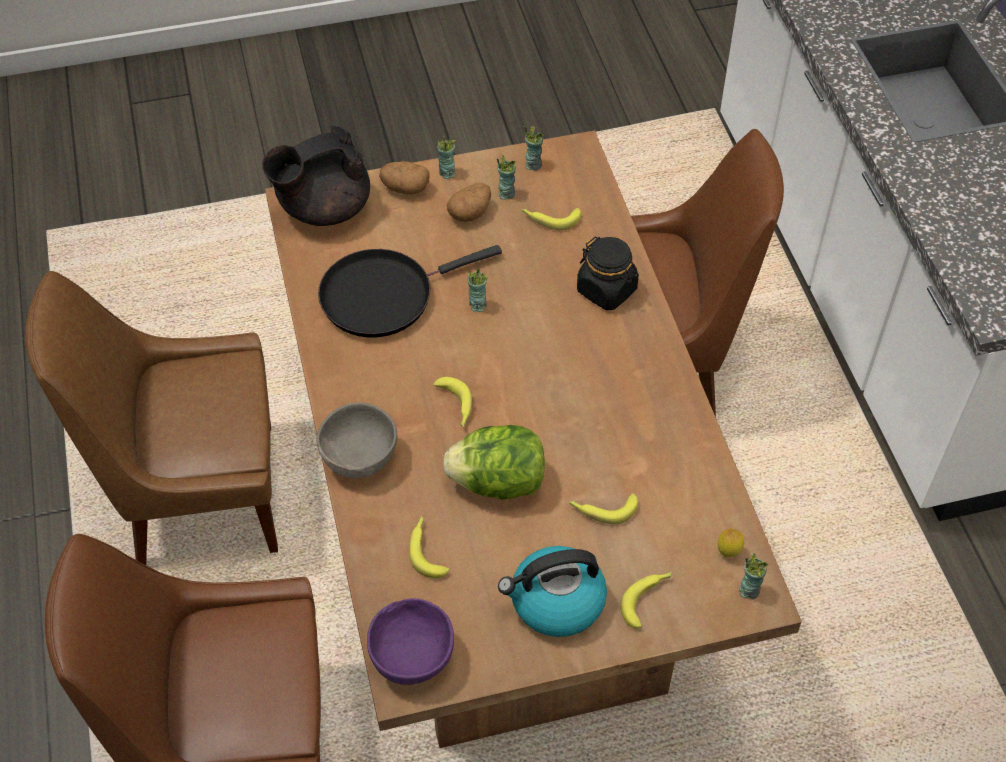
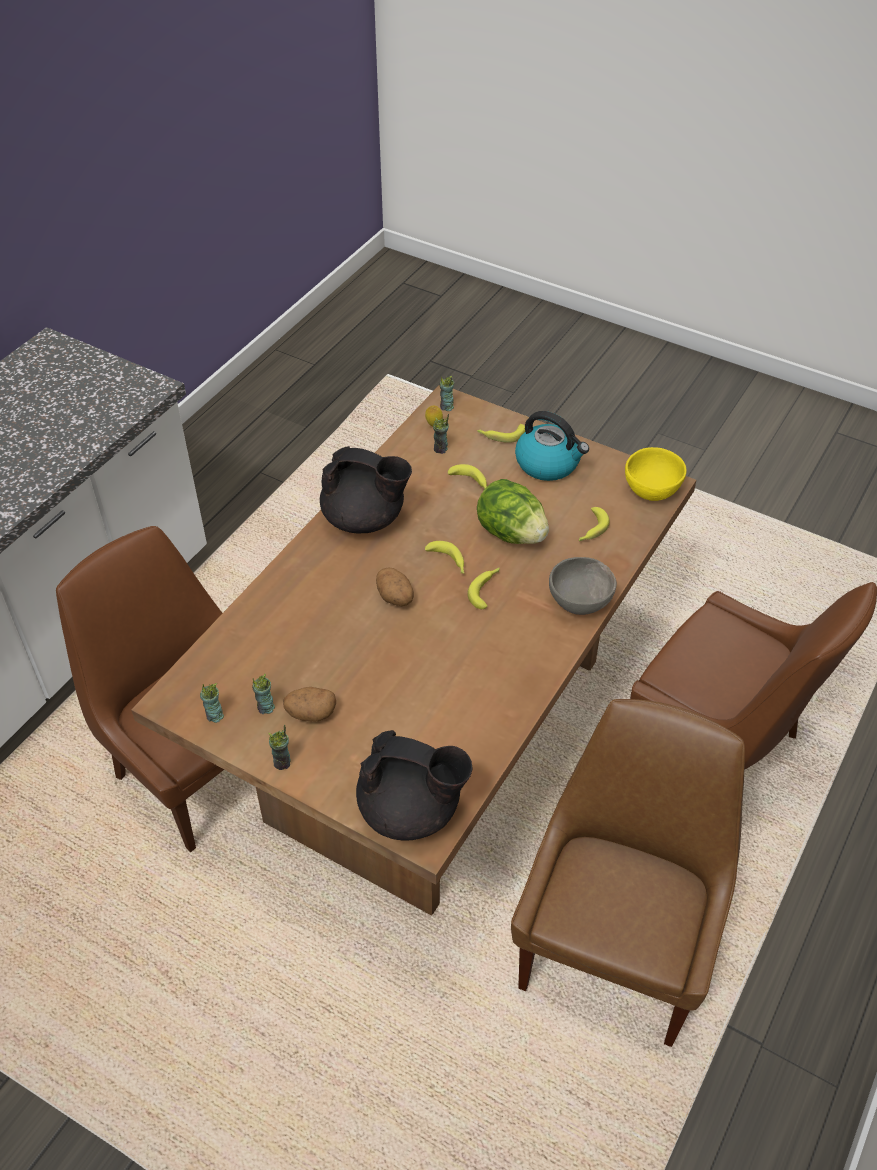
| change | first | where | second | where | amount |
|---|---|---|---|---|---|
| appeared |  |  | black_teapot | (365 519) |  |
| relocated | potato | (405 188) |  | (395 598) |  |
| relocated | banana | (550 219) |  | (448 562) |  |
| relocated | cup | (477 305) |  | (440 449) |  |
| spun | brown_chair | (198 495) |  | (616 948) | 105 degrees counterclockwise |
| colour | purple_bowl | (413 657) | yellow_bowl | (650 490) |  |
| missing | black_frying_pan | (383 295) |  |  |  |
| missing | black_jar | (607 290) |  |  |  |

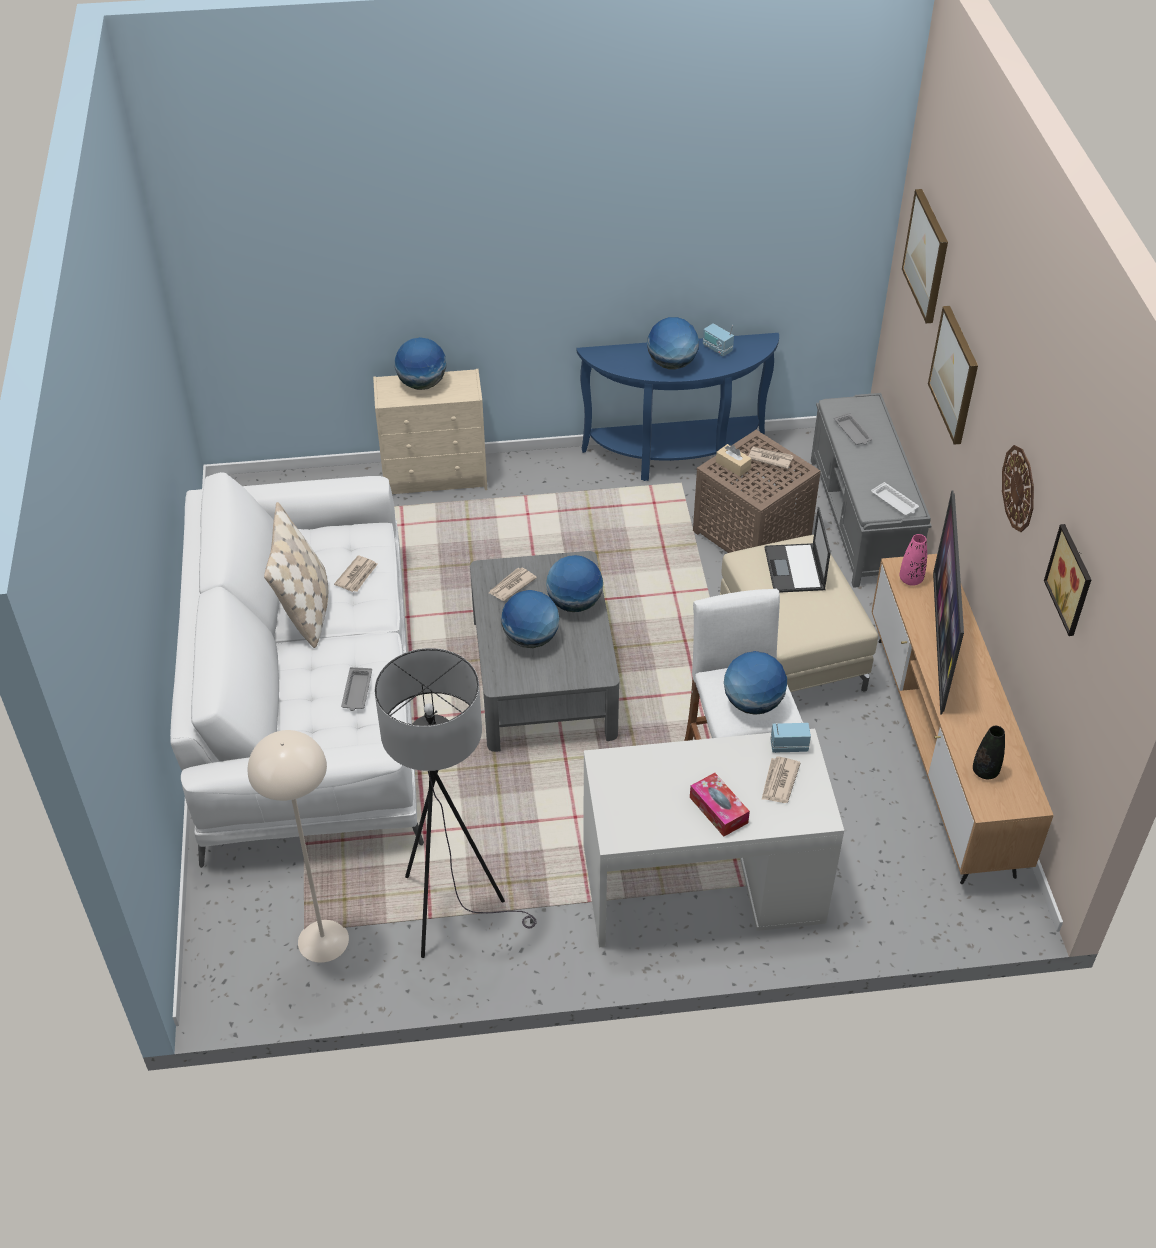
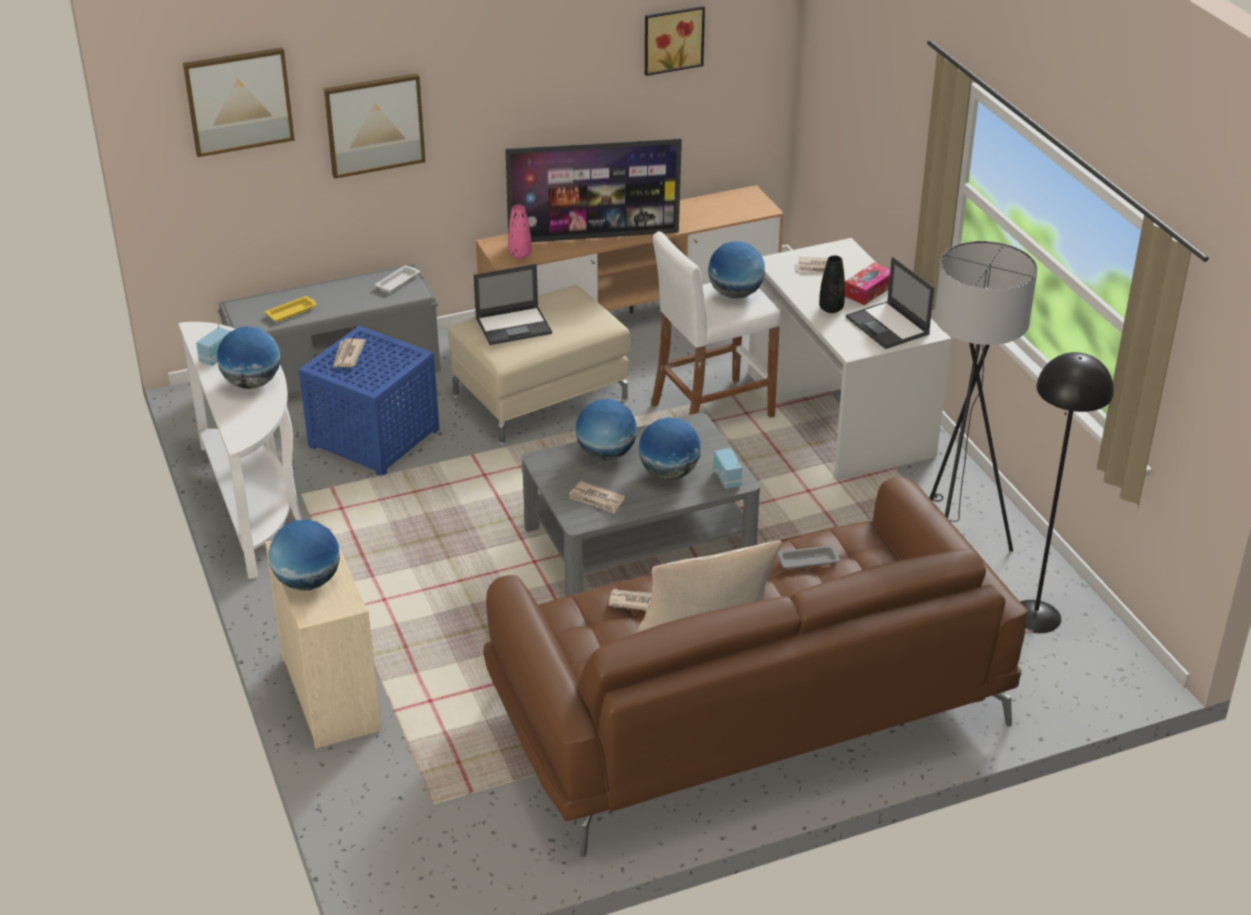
| change | first | where | second | where | amount |
|---|---|---|---|---|---|
| colour | blue_console_table | (677 458) | white_console_table | (255 504) |  |
| colour | grey_tray | (853 432) | yellow_tray | (292 311) |  |
| colour | brown_side_table | (754 532) | blue_side_table | (373 436) |  |
| colour | white_sofa | (309 698) | brown_sofa | (746 707) |  |
| relocated | radio | (789 746) |  | (726 479) |  |
| relocated | black_vase | (985 771) |  | (831 308) |  |
| appeared |  |  | laptop | (888 326) |  |
| colour | beige_floor_lamp | (322 940) | black_floor_lamp | (1035 616) |  |
| missing | beige_tissue_box | (733 465) |  |  |  |
| missing | wall_clock | (1019 488) |  |  |  |

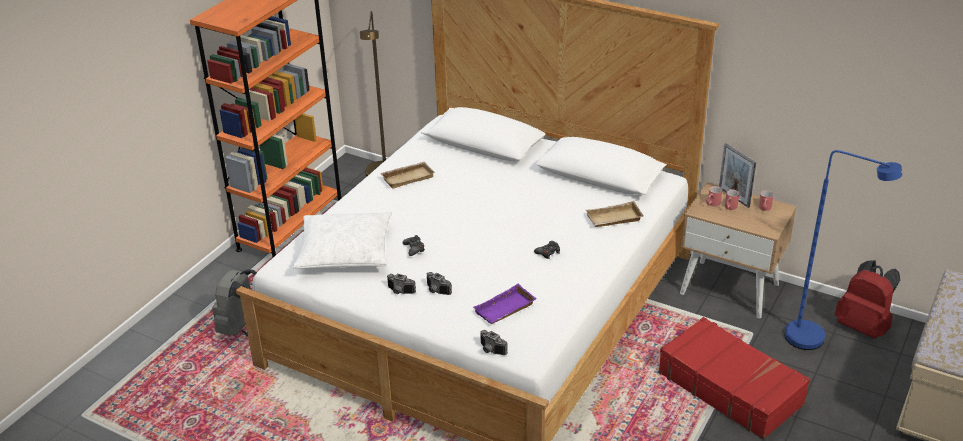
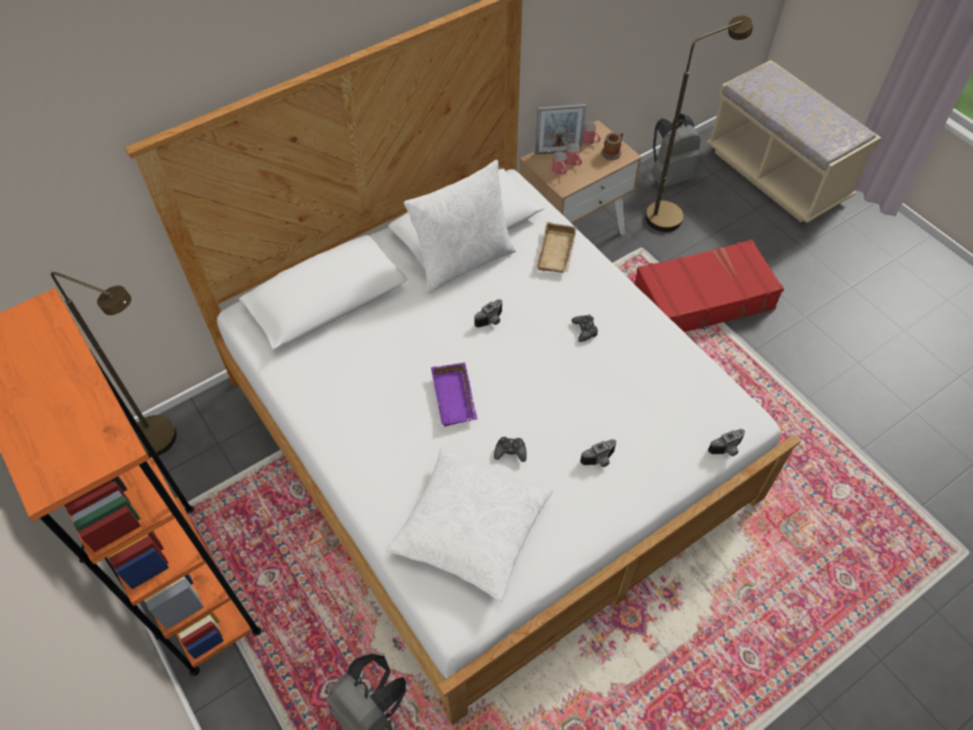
| change | first | where | second | where | amount |
|---|---|---|---|---|---|
| appeared |  |  | white_pillow | (463 261) |  |
| relocated | purple_tray | (505 310) |  | (456 398) |  |
| relocated | photo_camera | (399 292) |  | (491 321) |  |
| appeared |  |  | mug | (612 152) |  |
| colour | blue_floor_lamp | (815 340) | brown_floor_lamp | (671 213) |  |
| colour | red_backpack | (863 326) | grey_backpack | (670 176) |  |
| missing | beige_tray | (407 177) |  |  |  |

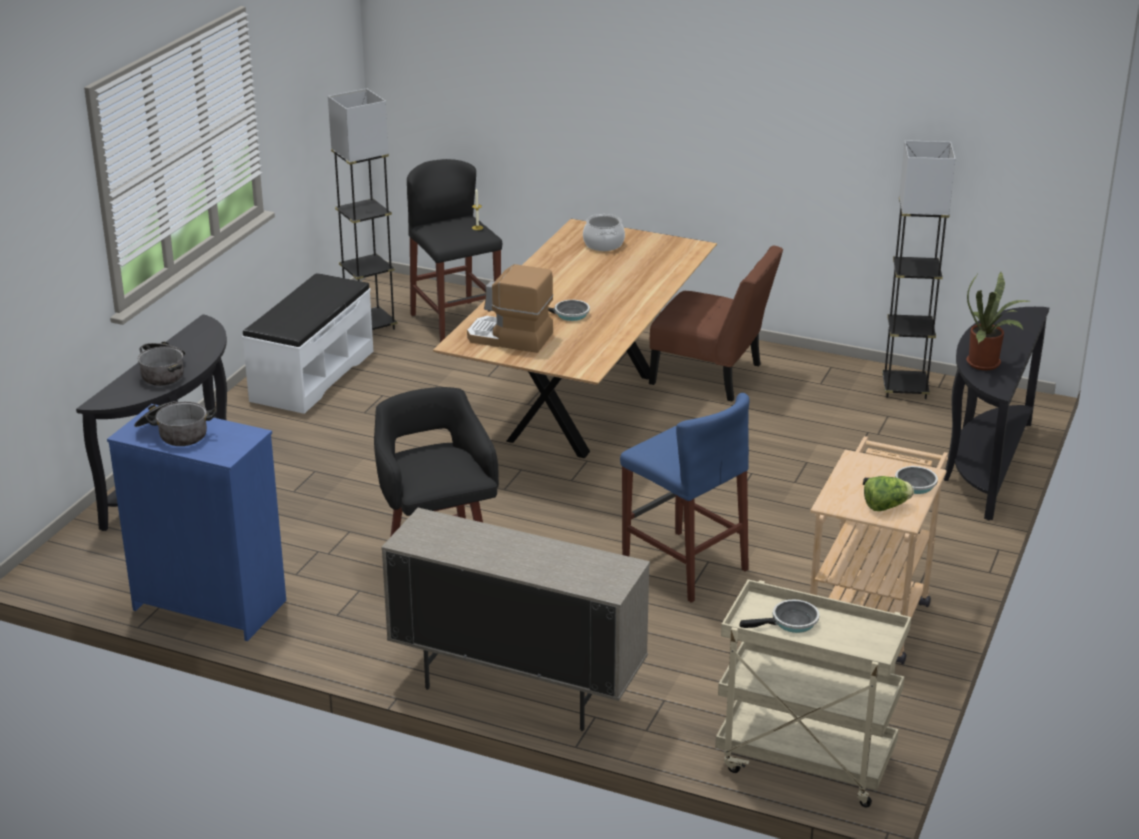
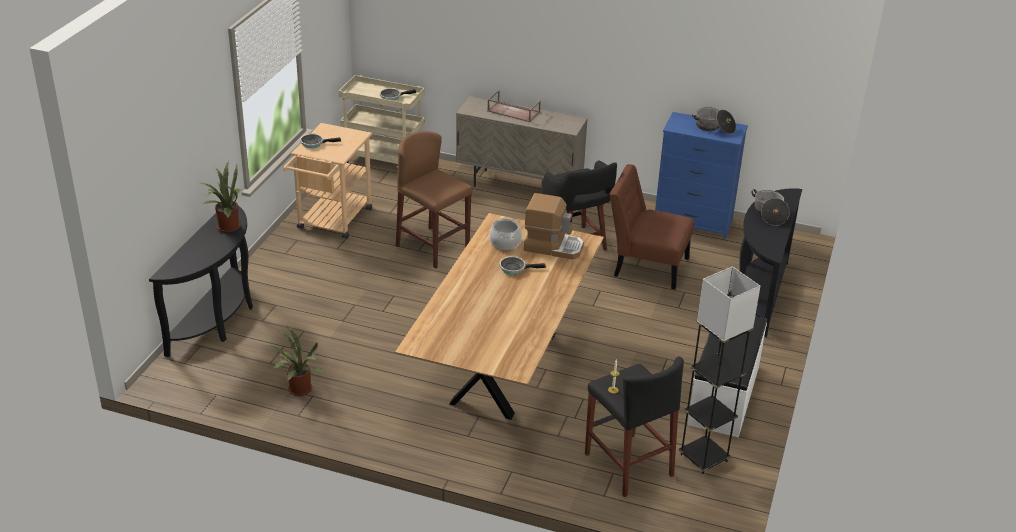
| change | first | where | second | where | amount |
|---|---|---|---|---|---|
| appeared |  |  | potted_plant | (298 391) |  |
| colour | blue_stool | (684 565) | brown_stool | (432 247) |  |
| appeared |  |  | brown_tray | (513 111) |  |
| relocated | cooking_pot | (603 244) |  | (505 242) |  |
| relocated | brown_chair | (712 376) |  | (646 265) |  |
| missing | lettuce | (885 506) |  |  |  |
| missing | grey_floor_lamp | (905 389) |  |  |  |

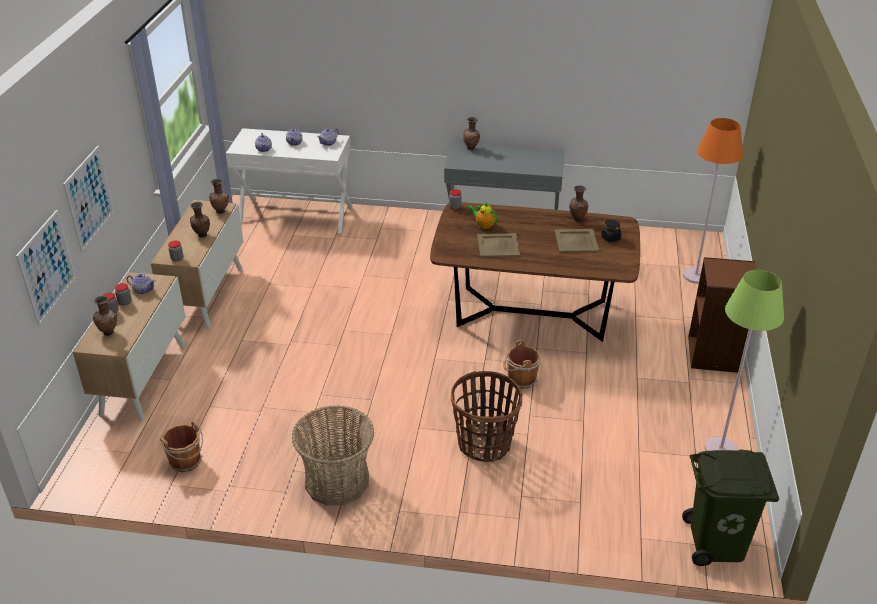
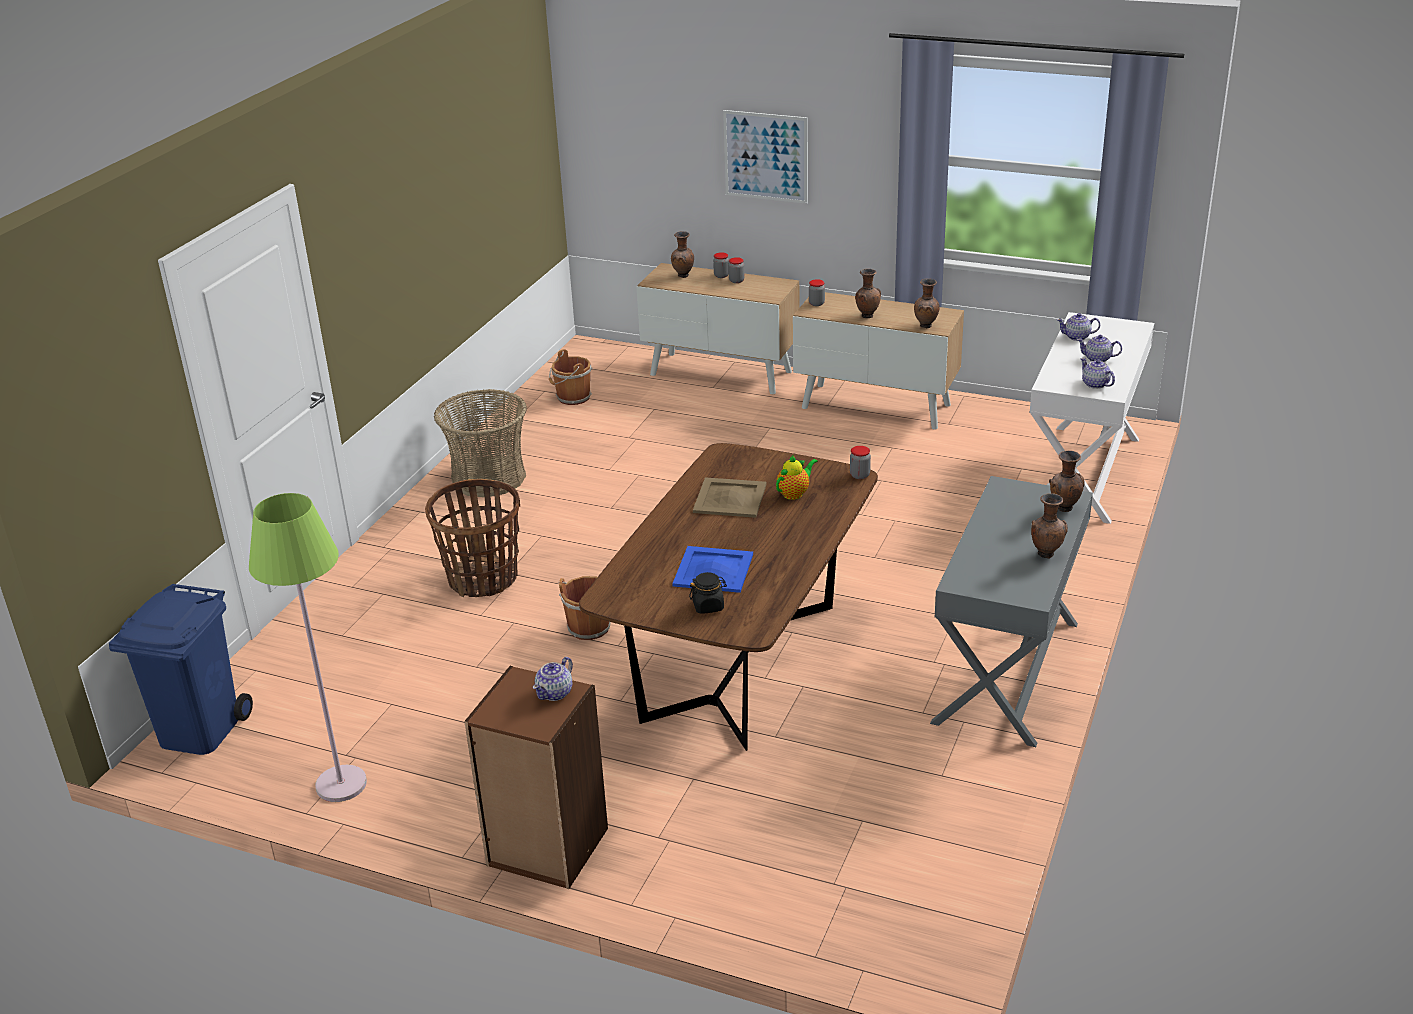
| change | first | where | second | where | amount |
|---|---|---|---|---|---|
| colour | green_trash_can | (717 544) | blue_trash_can | (198 730) |  |
| relocated | teapot | (143 290) |  | (555 693) |  |
| colour | beige_tray | (576 241) | blue_tray | (712 570) |  |
| relocated | brown_vase | (577 219) |  | (1046 553) |  |
| missing | picture | (47 267) |  |  |  |
| missing | orange_floor_lamp | (696 276) |  |  |  |

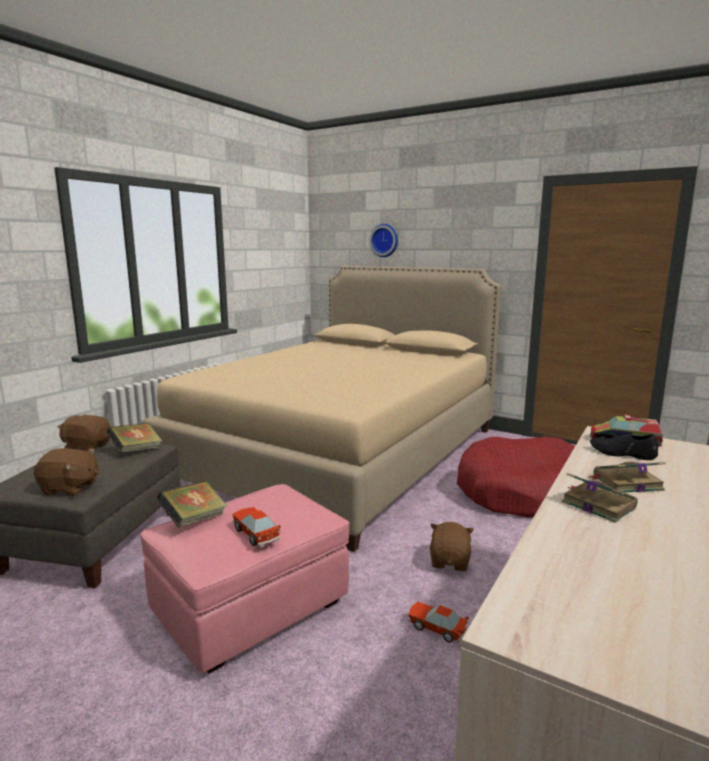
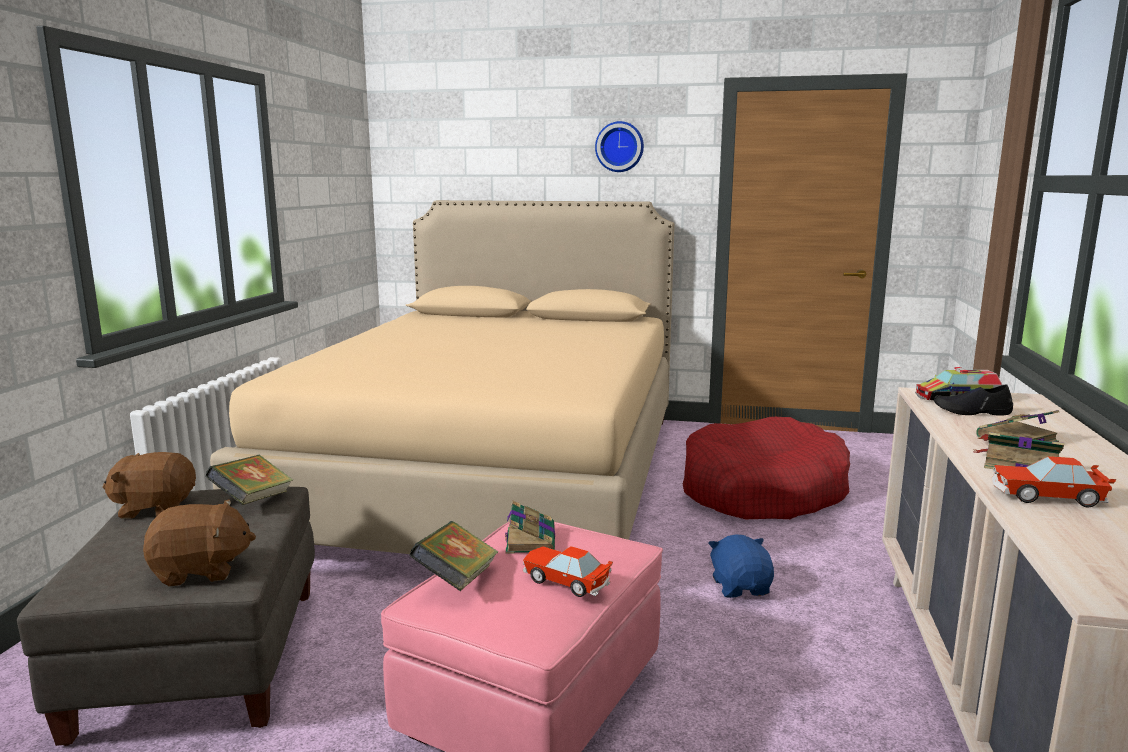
| change | first | where | second | where | amount |
|---|---|---|---|---|---|
| appeared |  |  | book | (530 539) |  |
| relocated | wall_clock | (385 240) |  | (619 147) |  |
| colour | brown_plush_toy | (450 562) | blue_plush_toy | (741 587) |  |
| relocated | toy_car | (436 628) |  | (1046 496) |  |

